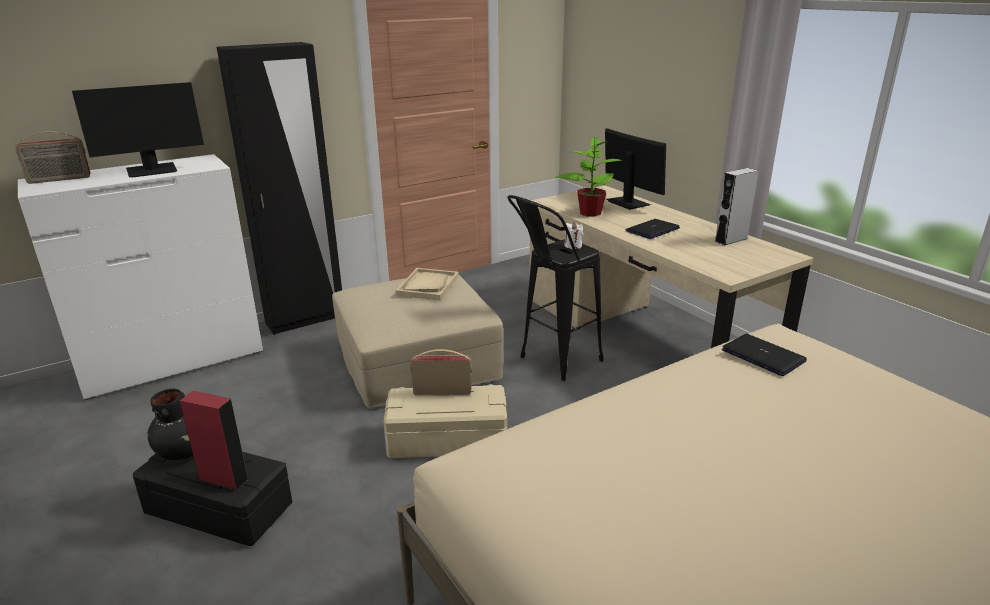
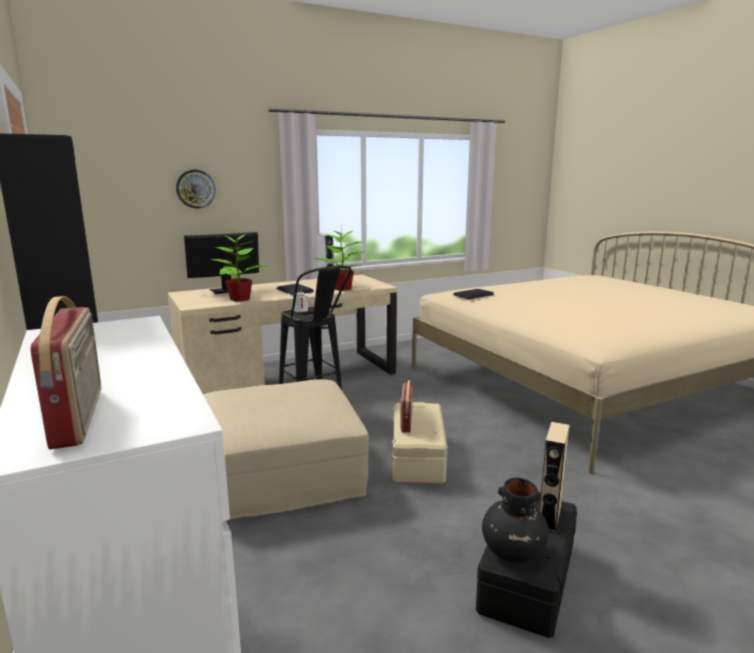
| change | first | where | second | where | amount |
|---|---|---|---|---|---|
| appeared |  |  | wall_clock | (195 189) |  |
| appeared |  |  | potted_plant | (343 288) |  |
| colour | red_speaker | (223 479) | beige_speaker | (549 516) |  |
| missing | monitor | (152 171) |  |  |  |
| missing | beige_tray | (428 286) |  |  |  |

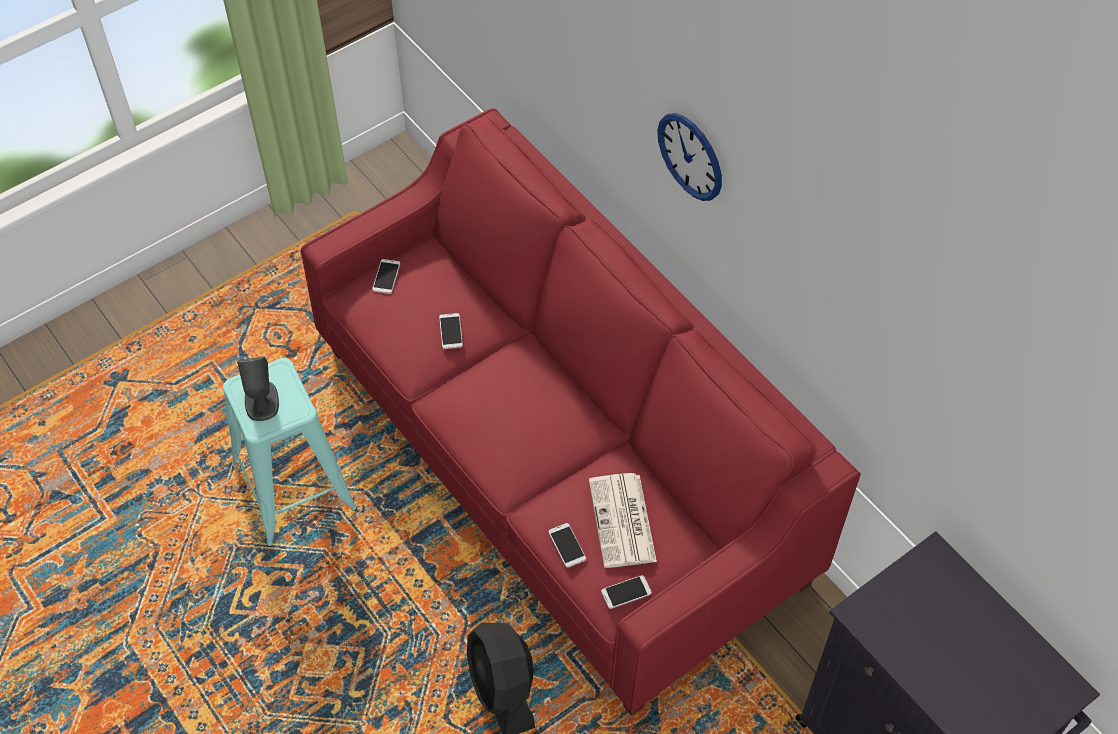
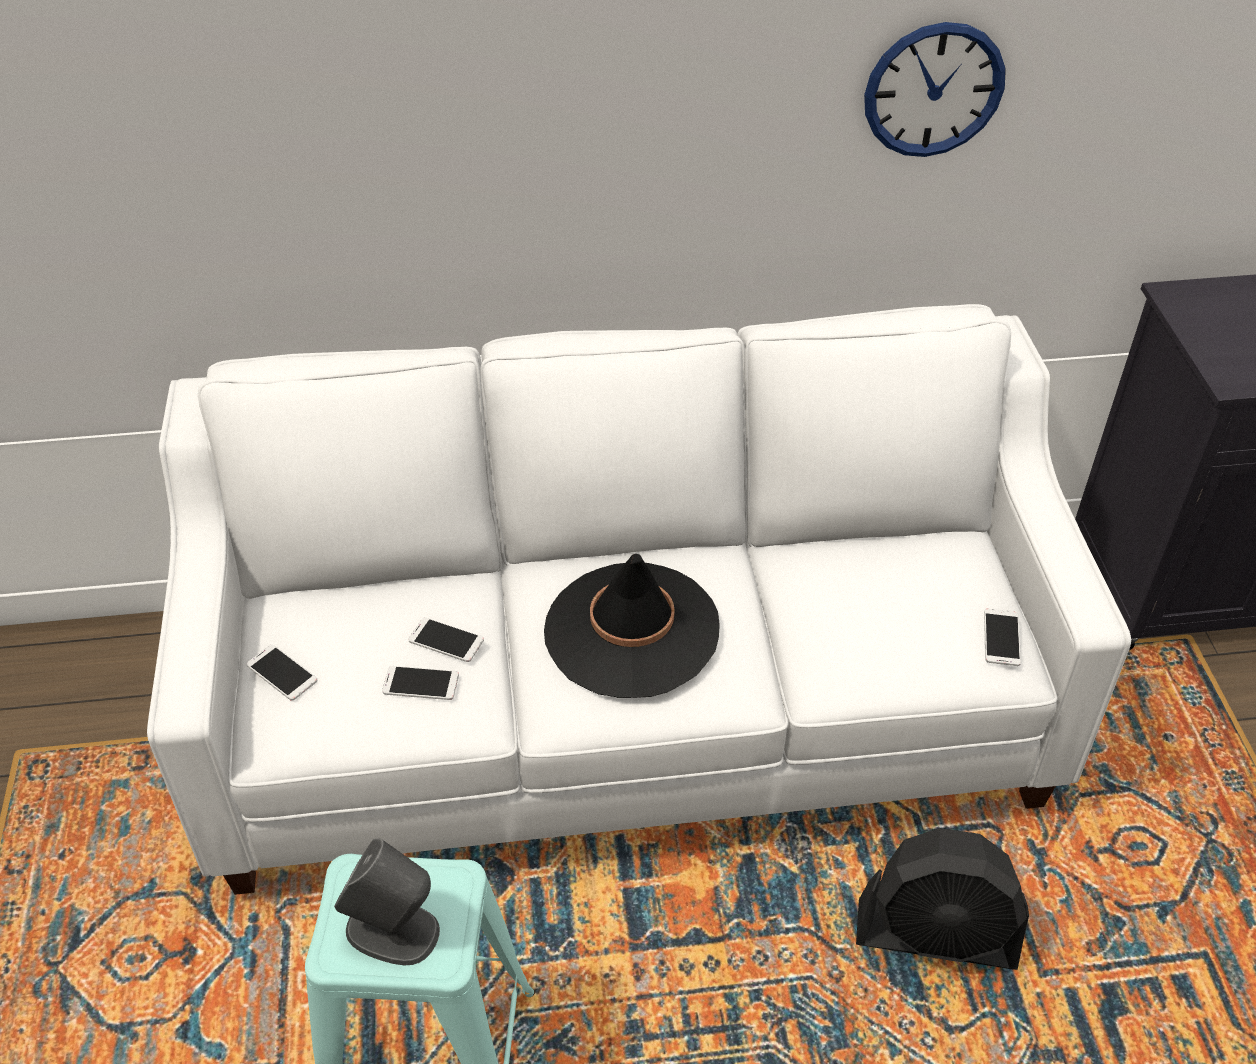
| change | first | where | second | where | amount |
|---|---|---|---|---|---|
| colour | red_sofa | (560 464) | white_sofa | (630 710) |  |
| relocated | phone | (567 545) |  | (421 683) |  |
| appeared |  |  | black_hat | (631 630) |  |
| relocated | wall_clock | (690 156) |  | (933 90) |  |
| missing | newspaper | (623 522) |  |  |  |

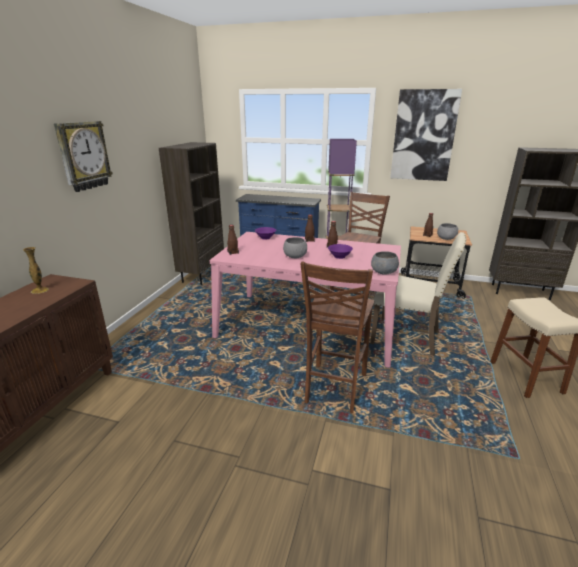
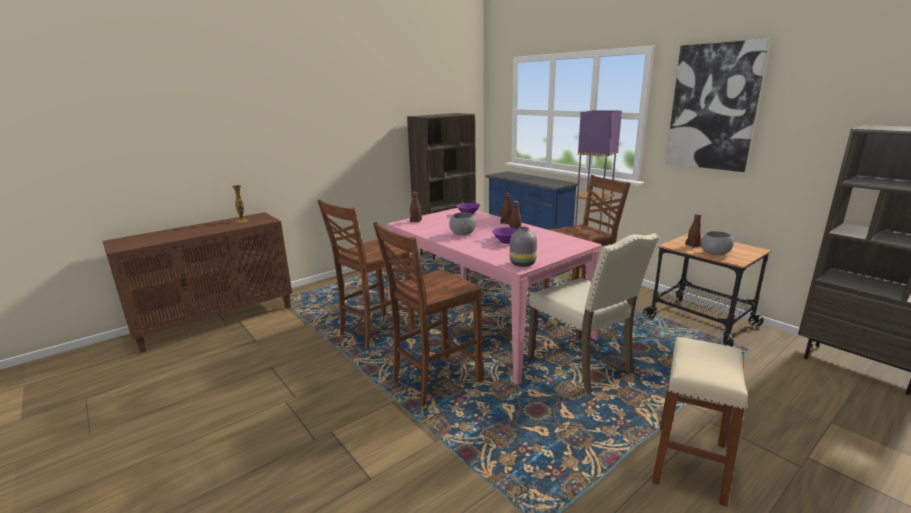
| change | first | where | second | where | amount |
|---|---|---|---|---|---|
| appeared |  |  | brown_chair | (375 332) |  |
| exchanged | grey_bowl | (383 272) | grey_vase | (522 263) |  |
| missing | wall_clock | (83 156) |  |  |  |

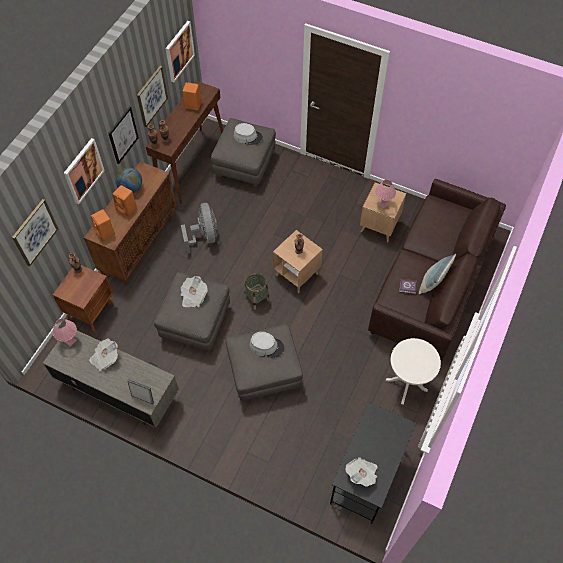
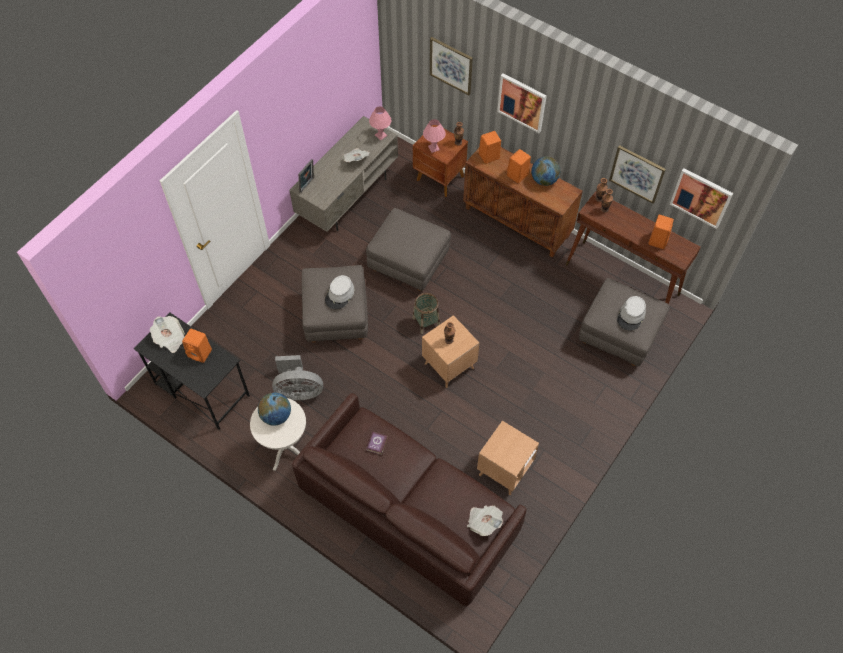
| change | first | where | second | where | amount |
|---|---|---|---|---|---|
| appeared |  |  | orange_speaker | (200 353) |  |
| appeared |  |  | globe | (276 416) |  |
| relocated | grey_fan | (204 236) |  | (298 391) |  |
| relocated | pink_table_lamp | (383 204) |  | (433 148) |  |
| relocated | newspaper | (193 296) |  | (483 522) |  |
| missing | picture | (123 135) |  |  |  |
| missing | pillow | (432 283) |  |  |  |

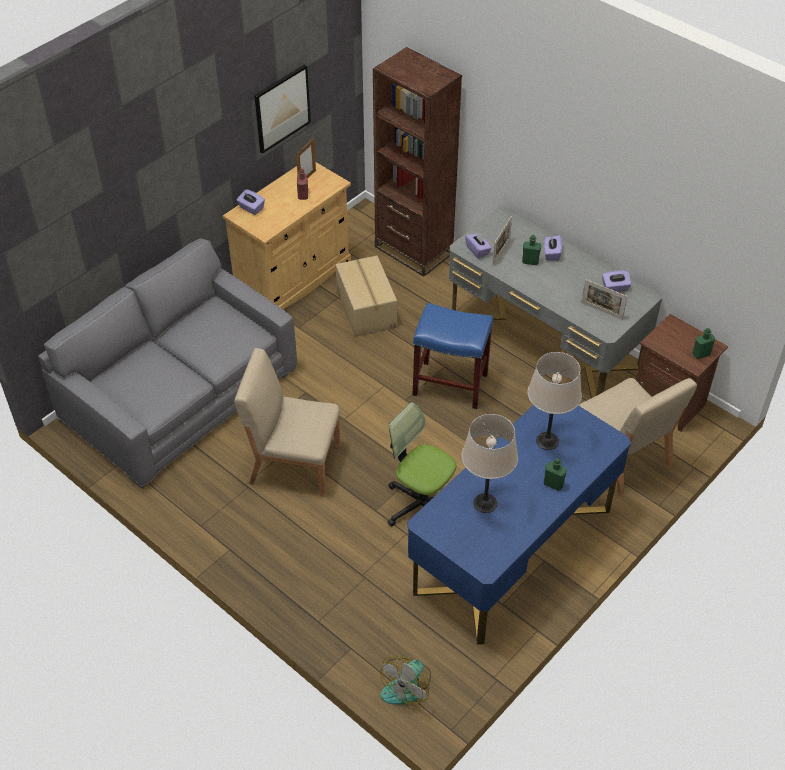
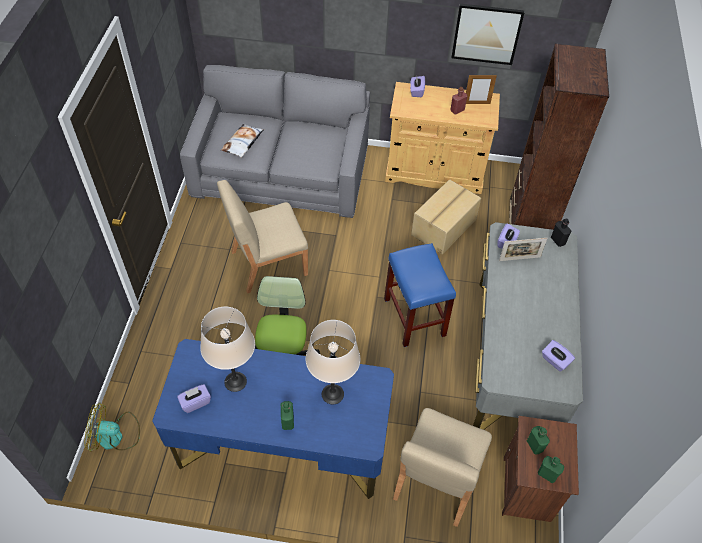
| change | first | where | second | where | amount |
|---|---|---|---|---|---|
| relocated | purple_tissue_box | (551 254) |  | (195 402) |  |
| spun | beige_chair | (293 463) |  | (268 263) | 90 degrees counterclockwise |
| appeared |  |  | pillow | (243 143) |  |
| relocated | green_bottle | (530 261) |  | (535 445) |  |
| appeared |  |  | black_bottle | (558 241) |  |
| missing | picture_frame | (601 311) |  |  |  |

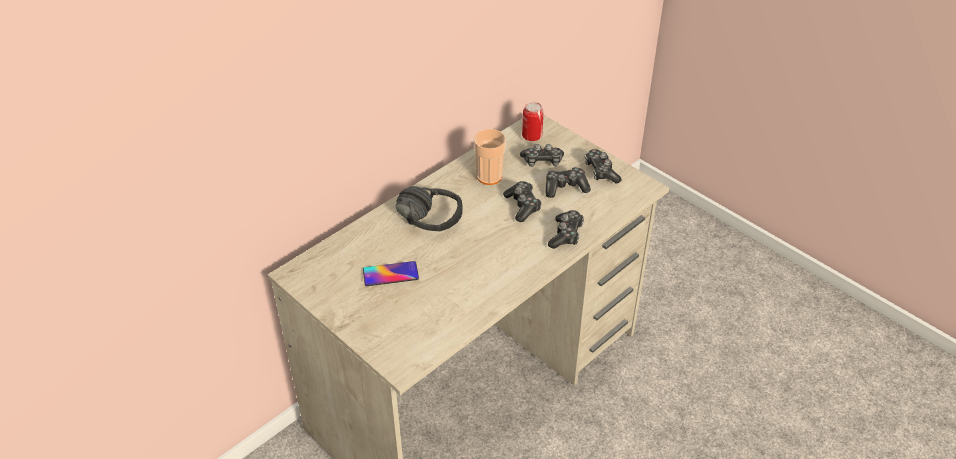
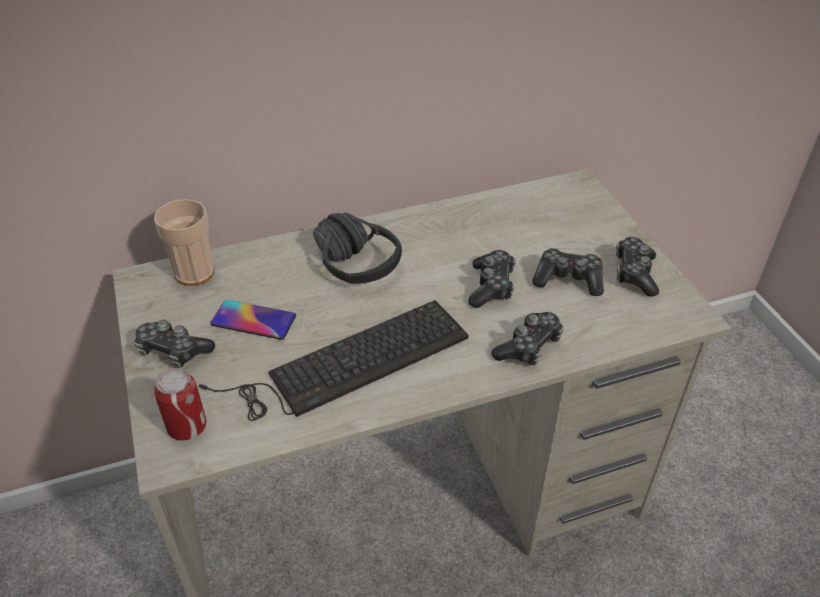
| change | first | where | second | where | amount |
|---|---|---|---|---|---|
| relocated | game_controller | (542 161) |  | (173 351) |  |
| relocated | cup | (489 177) |  | (194 273) |  |
| relocated | can | (532 136) |  | (187 427) |  |
| appeared |  |  | keyboard | (346 363) |  |

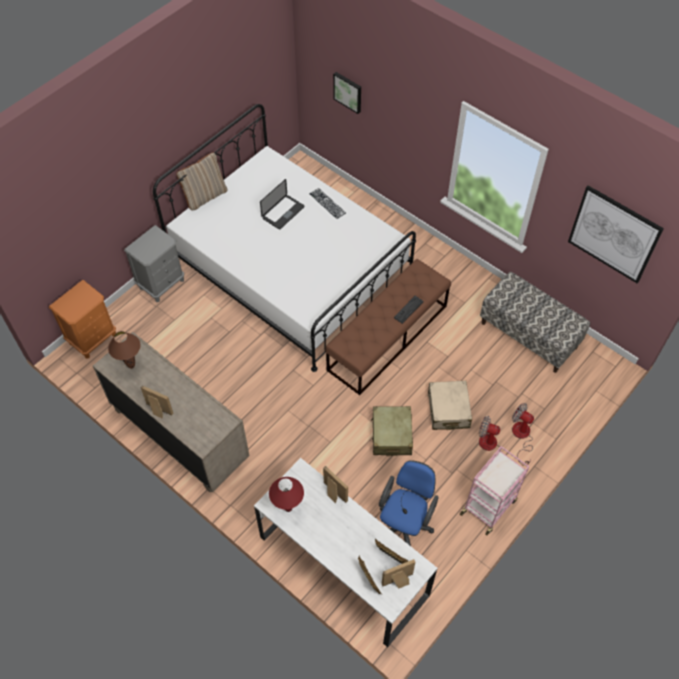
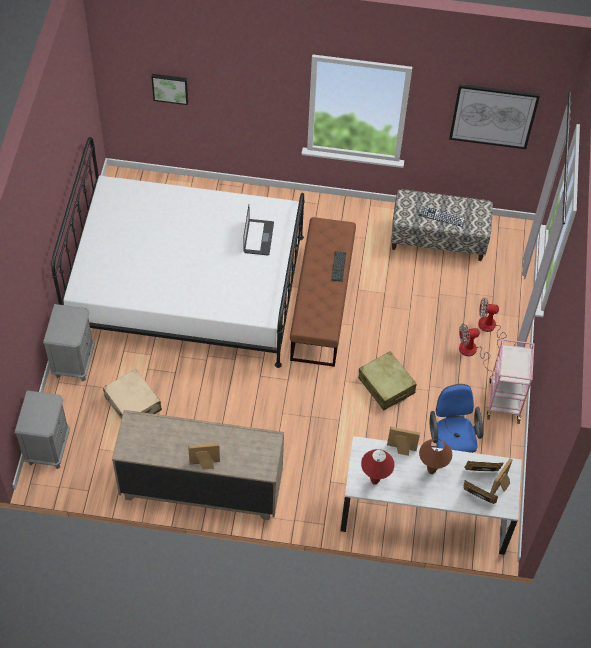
| change | first | where | second | where | amount |
|---|---|---|---|---|---|
| colour | orange_nightstand | (93 338) | grey_nightstand | (48 447) |  |
| relocated | beige_suitcase | (448 410) |  | (133 404) |  |
| relocated | laptop | (283 212) |  | (258 238) |  |
| relocated | keyboard | (327 203) |  | (441 216) |  |
| relocated | brown_table_lamp | (131 366) |  | (431 471) |  |
| missing | beige_pillow | (205 196) |  |  |  |

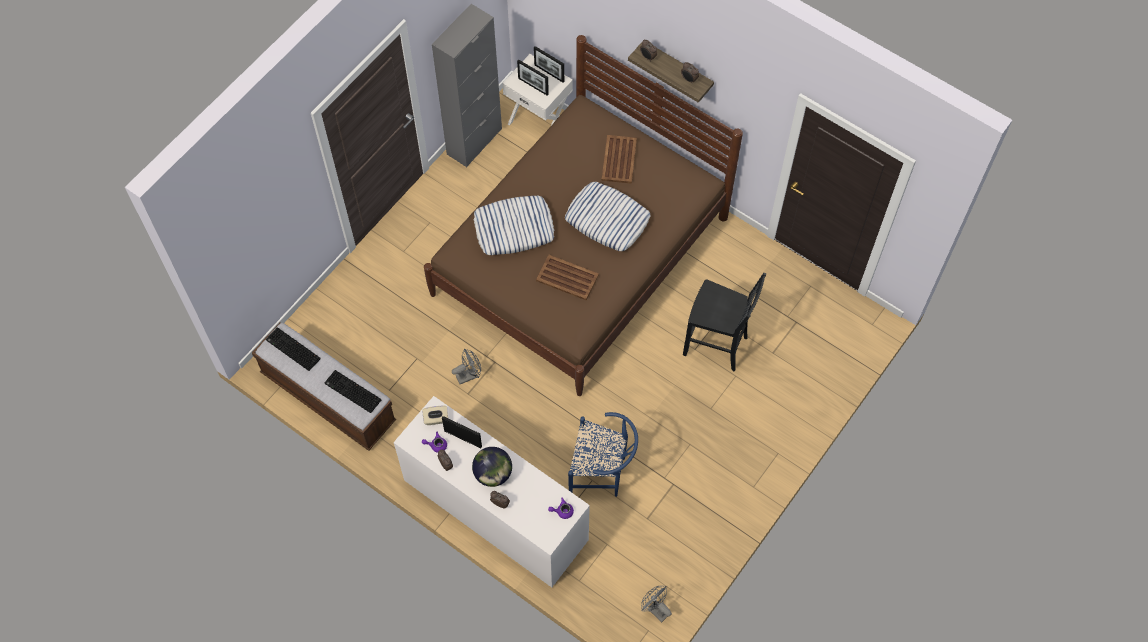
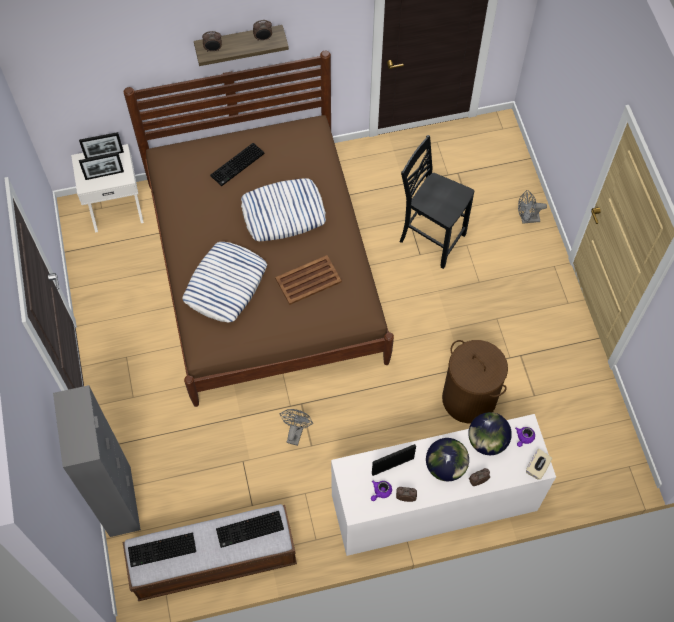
| change | first | where | second | where | amount |
|---|---|---|---|---|---|
| relocated | grey_cabinet | (474 141) |  | (120 501) |  |
| exchanged | brown_tray | (619 160) | keyboard | (237 166) |  |
| spun | black_chair | (717 346) |  | (430 238) | 120 degrees counterclockwise |
| exchanged | blue_chair | (602 473) | brown_laundry_basket | (469 398) |  |
| appeared |  |  | globe | (487 441) |  |
| relocated | grey_fan | (655 609) |  | (527 219) |  |
| relocated | beige_tissue_box | (436 419) |  | (537 468) |  |

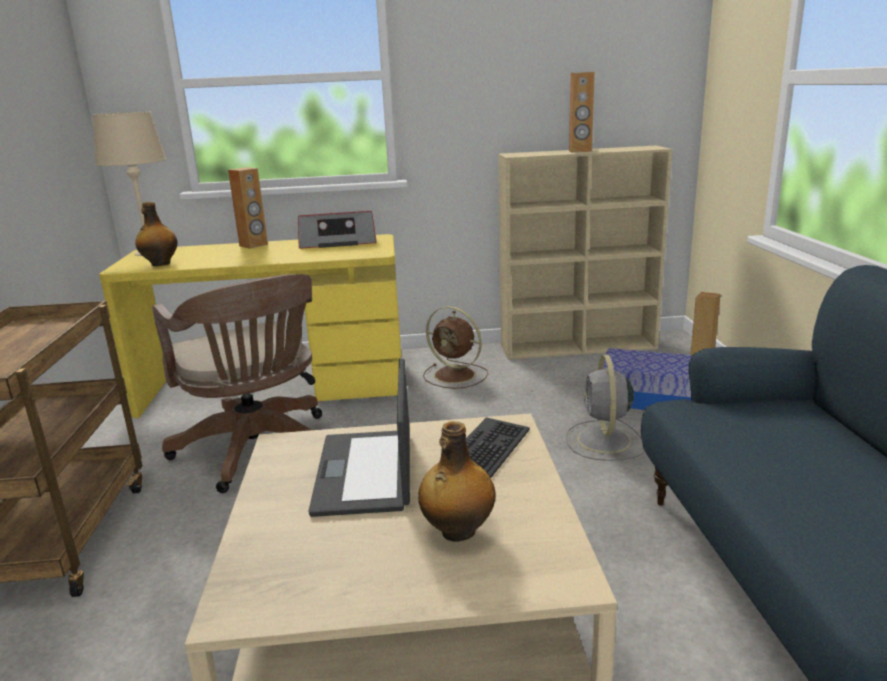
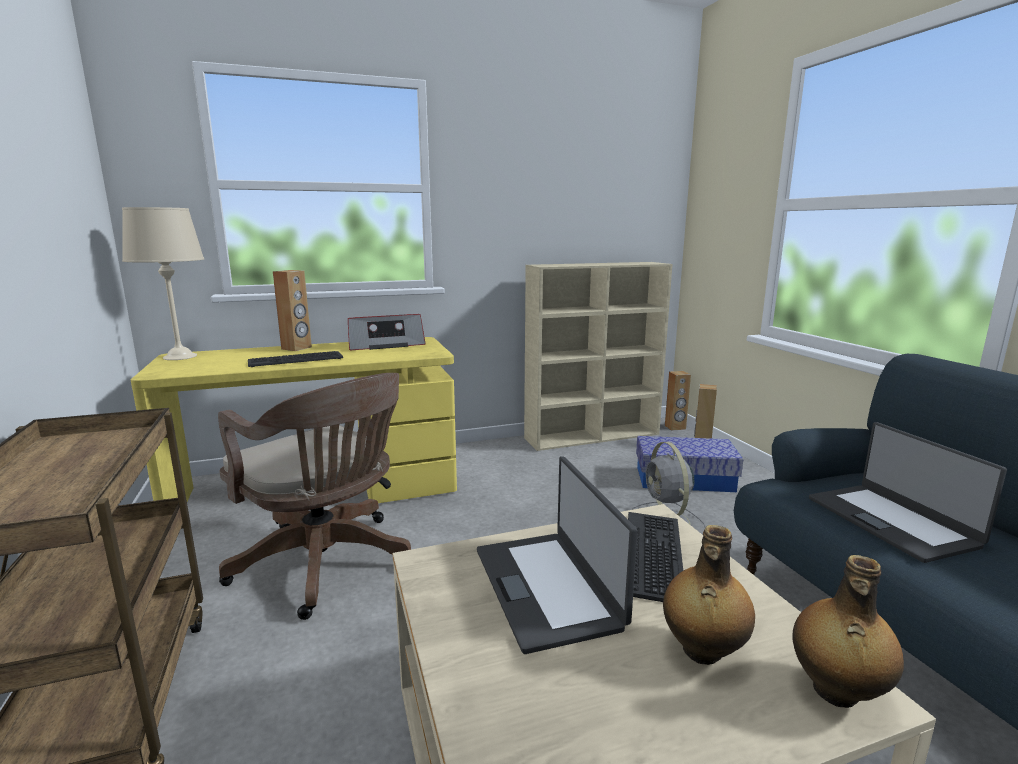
| change | first | where | second | where | amount |
|---|---|---|---|---|---|
| appeared |  |  | keyboard | (296 360) |  |
| relocated | brown_speaker | (580 151) |  | (675 427) |  |
| relocated | bottle | (160 264) |  | (835 691) |  |
| appeared |  |  | laptop | (891 521) |  |
| missing | brown_fan | (456 375) |  |  |  |

